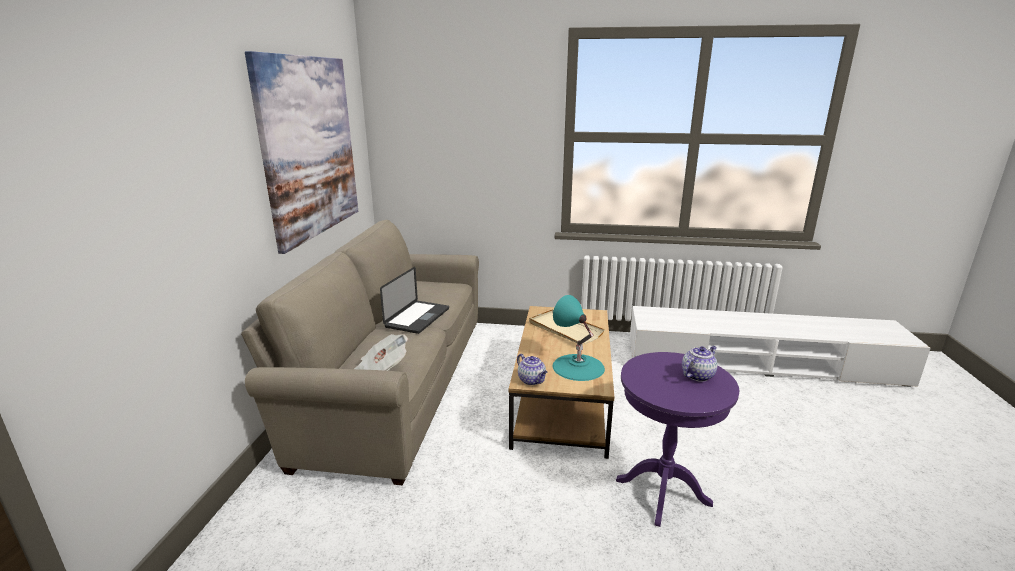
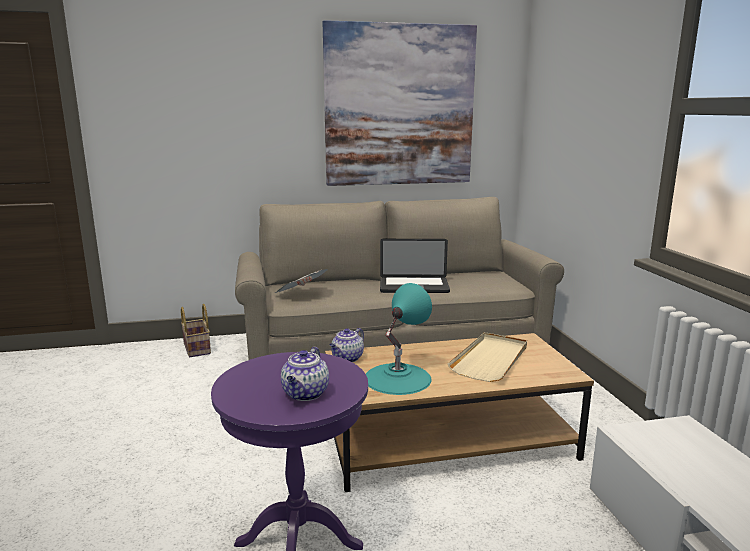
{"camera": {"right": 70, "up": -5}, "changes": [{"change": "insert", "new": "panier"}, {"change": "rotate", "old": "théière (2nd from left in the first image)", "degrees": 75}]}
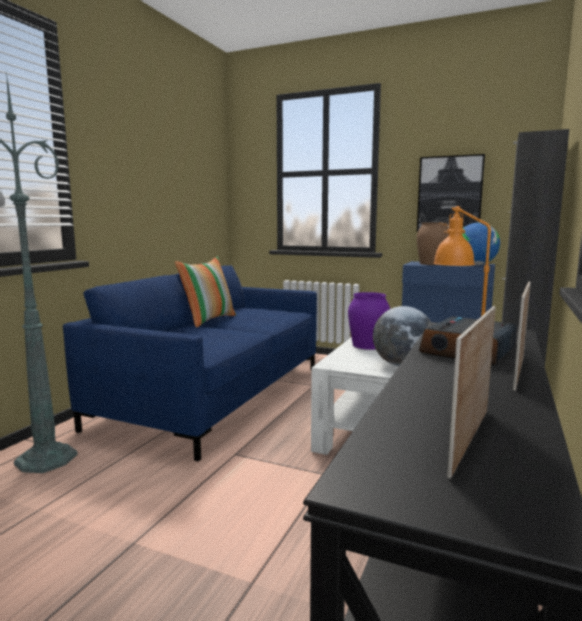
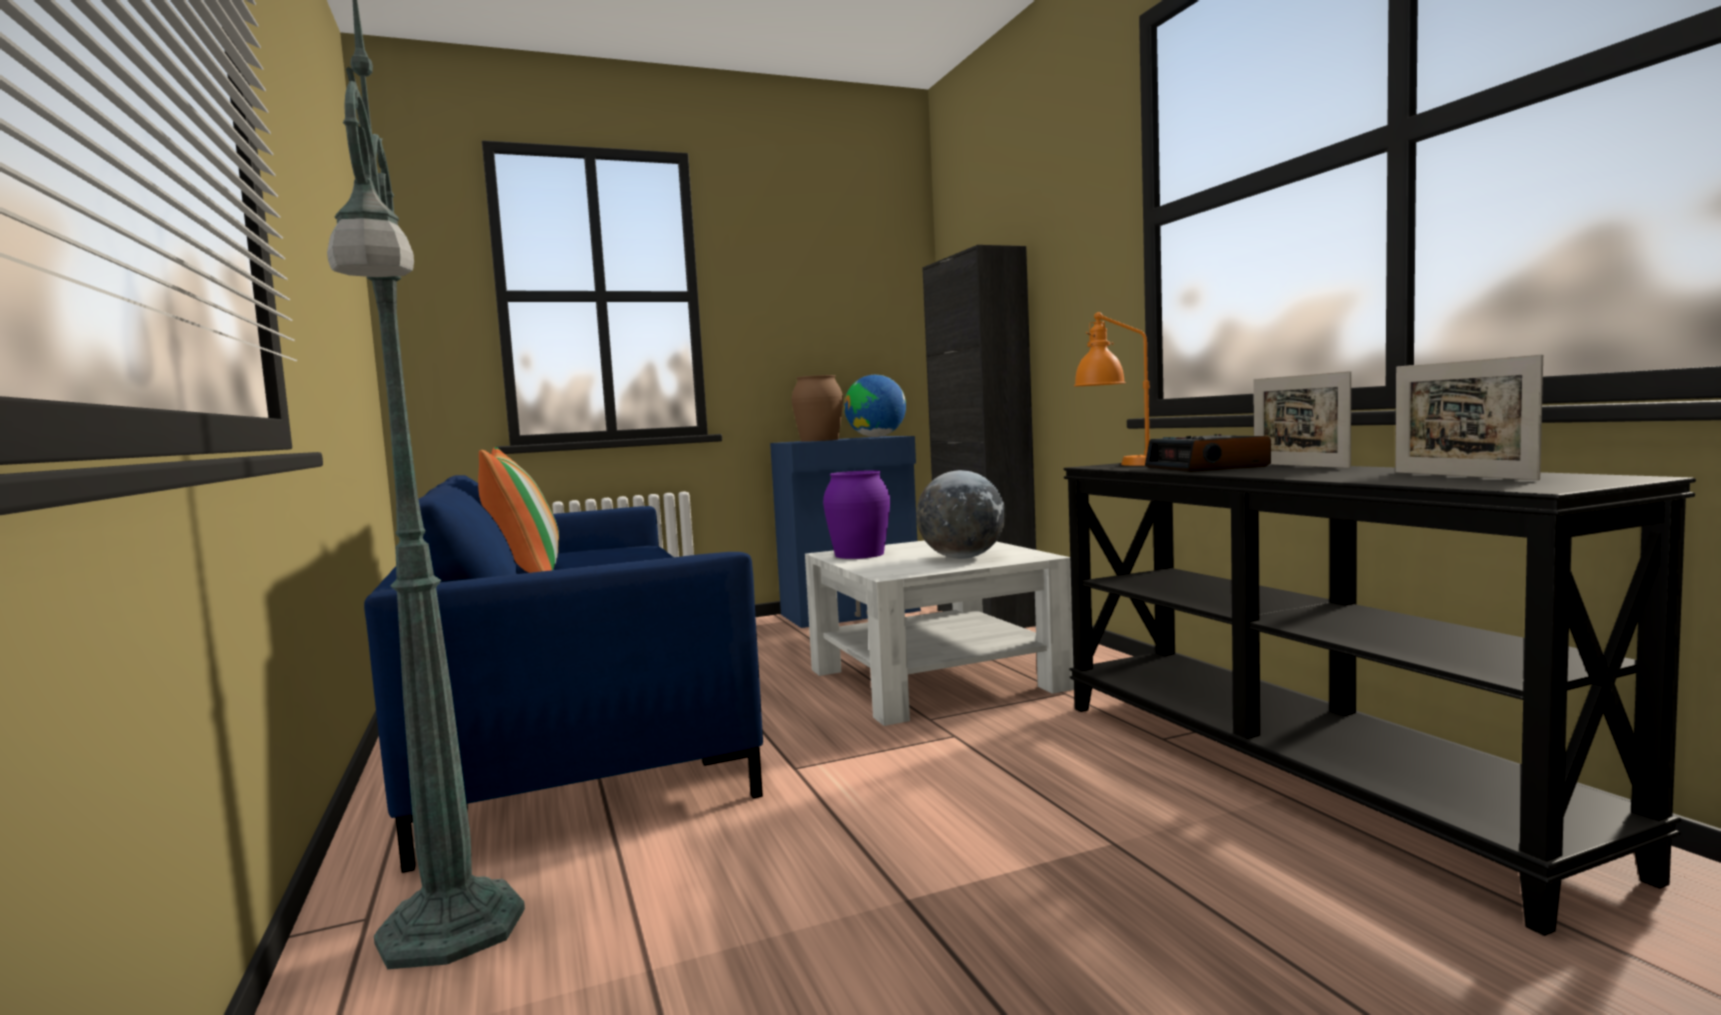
{"camera": {"right": -45, "up": -5}, "changes": [{"change": "delete", "old": "tableau"}]}
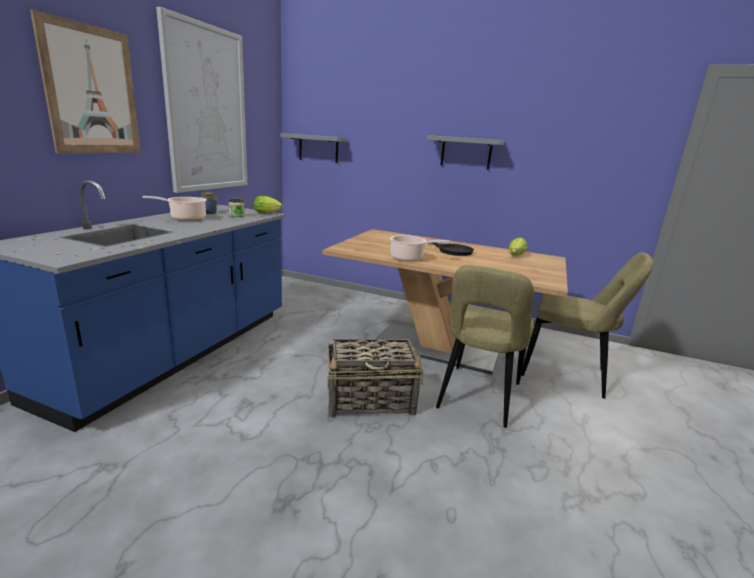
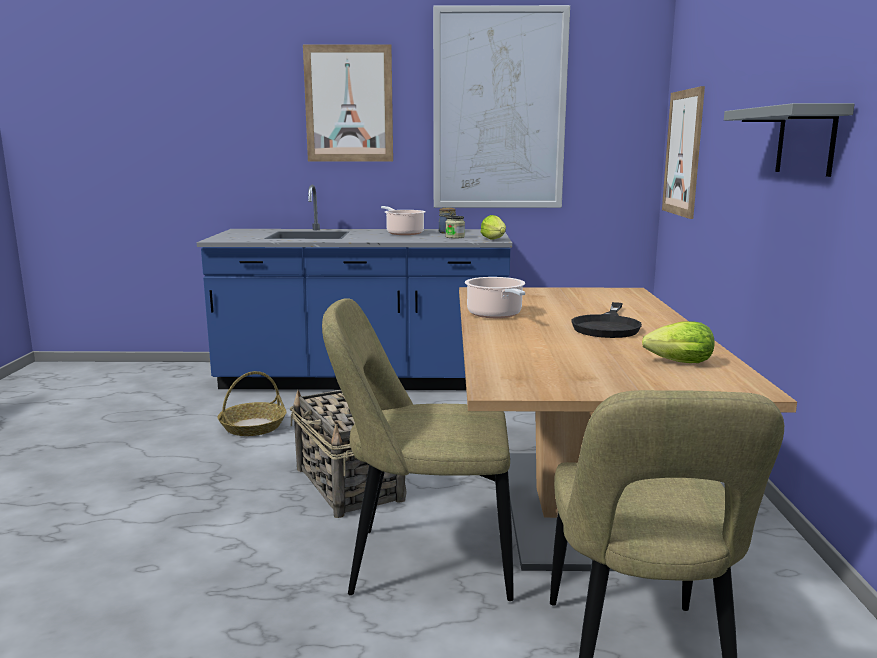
{"camera": {"right": 70, "up": -5}, "changes": [{"change": "insert", "new": "panier (1st from left)"}, {"change": "replace", "old": "étagère [gris] (1st from left)", "new": "tableau (3rd from left)"}]}
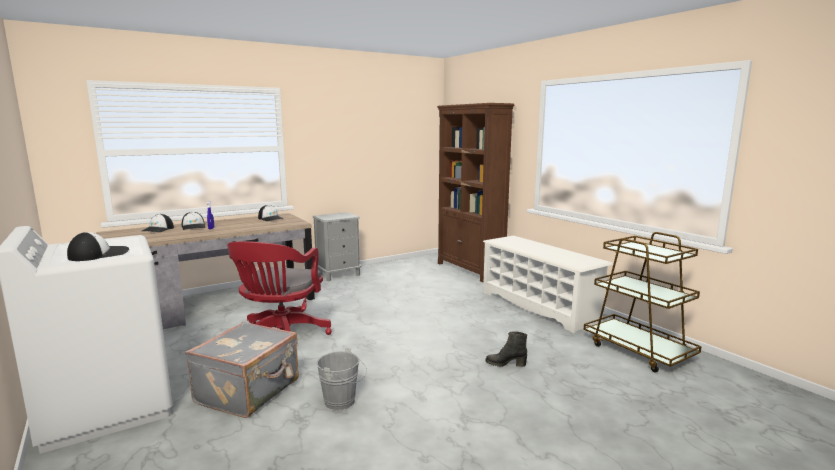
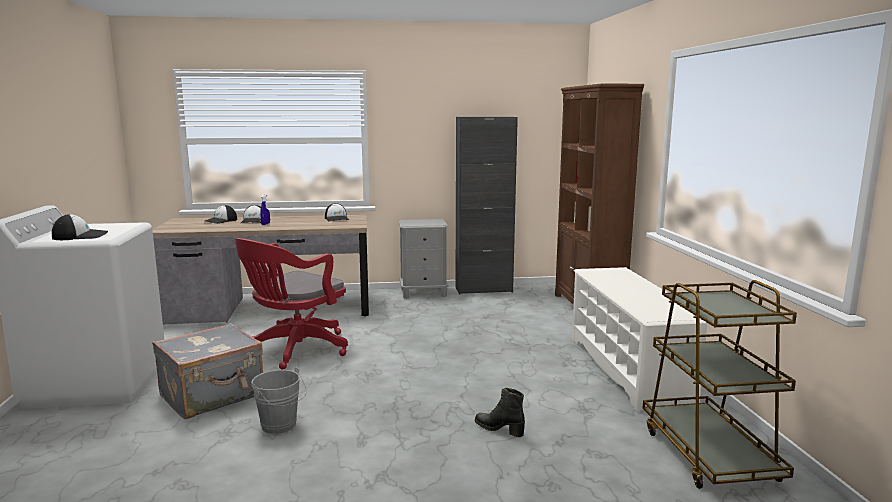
{"camera": {"right": 25, "up": 0}, "changes": [{"change": "insert", "new": "meuble de rangement [noir]"}]}
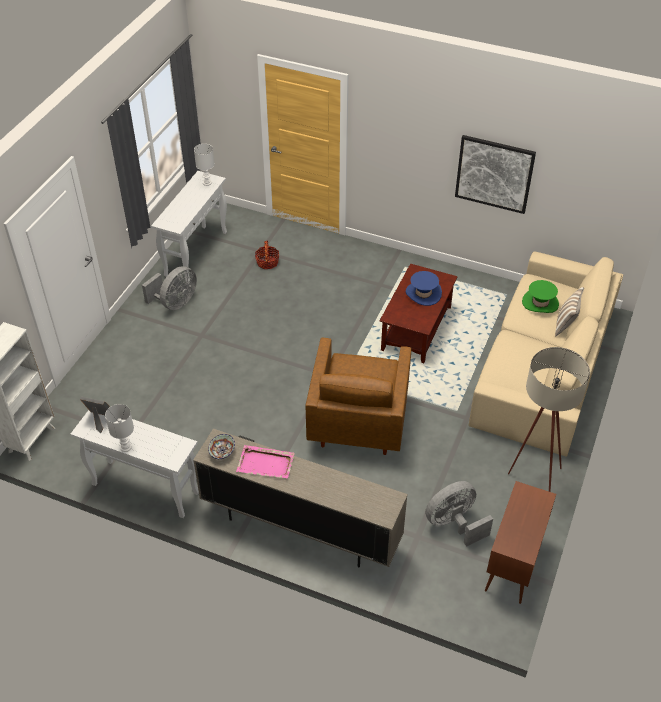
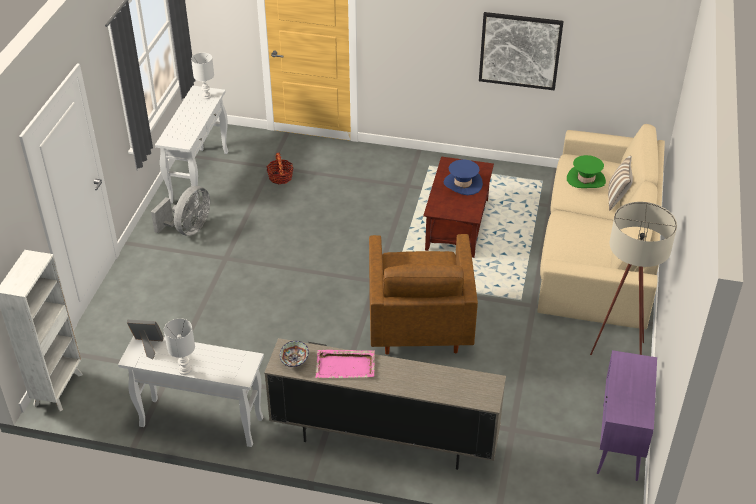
{"camera": {"right": -10, "up": -5}, "changes": [{"change": "delete", "old": "ventilateur [gris] (2nd from left)"}, {"change": "recolor", "old": "meuble de rangement [marron]", "new": "meuble de rangement [violet]"}]}
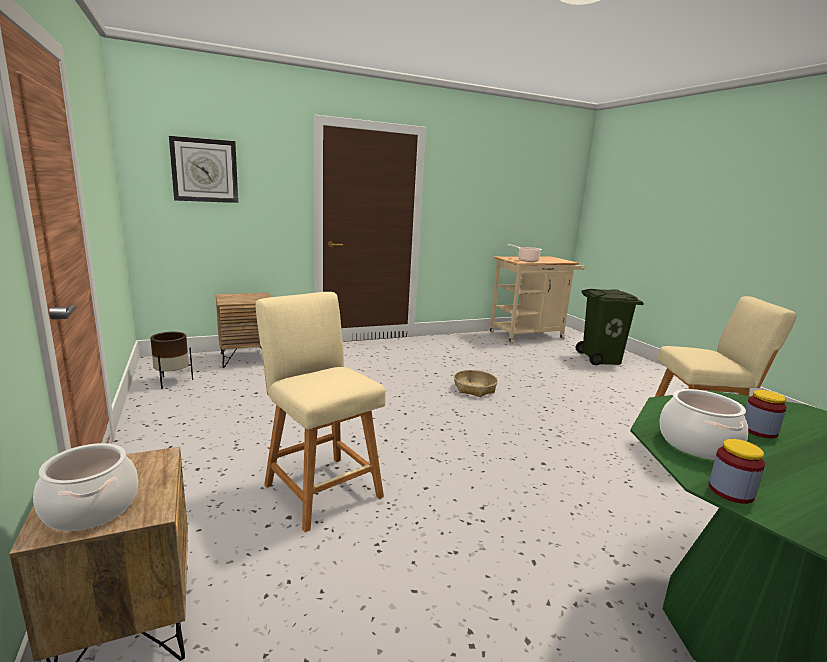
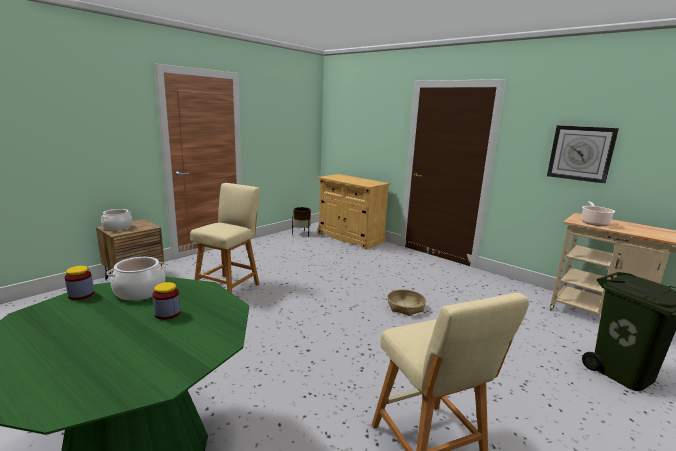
{"camera": {"right": 65, "up": 0}, "changes": [{"change": "move", "old": "horloge murale"}, {"change": "replace", "old": "table de chevet [marron] (2nd from left)", "new": "meuble de rangement [beige]"}]}
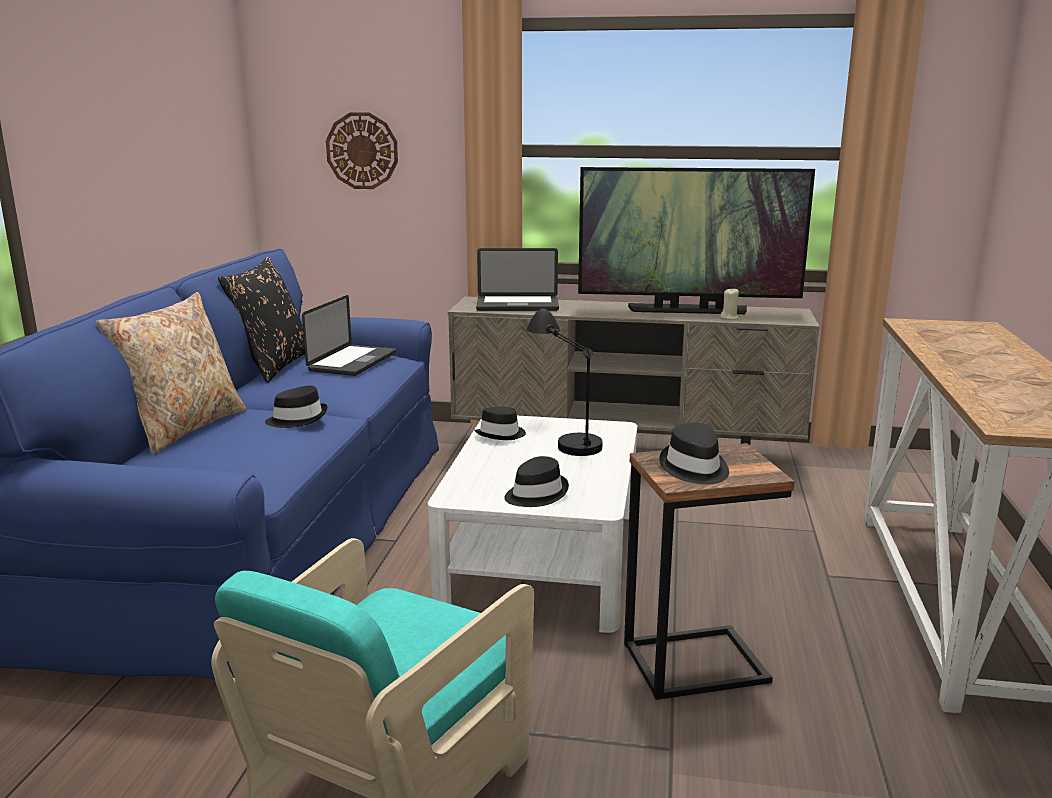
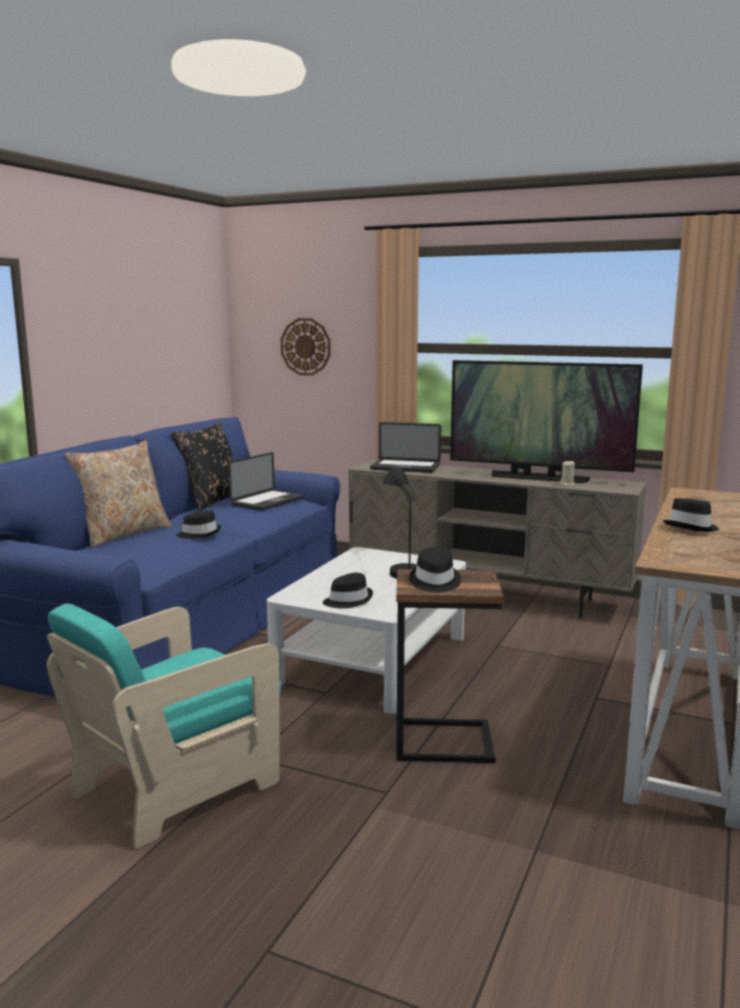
{"camera": {"right": 15, "up": -5}, "changes": [{"change": "move", "old": "chapeau [noir] (2nd from left in the first image)", "new": "chapeau [noir] (4th from left)"}]}
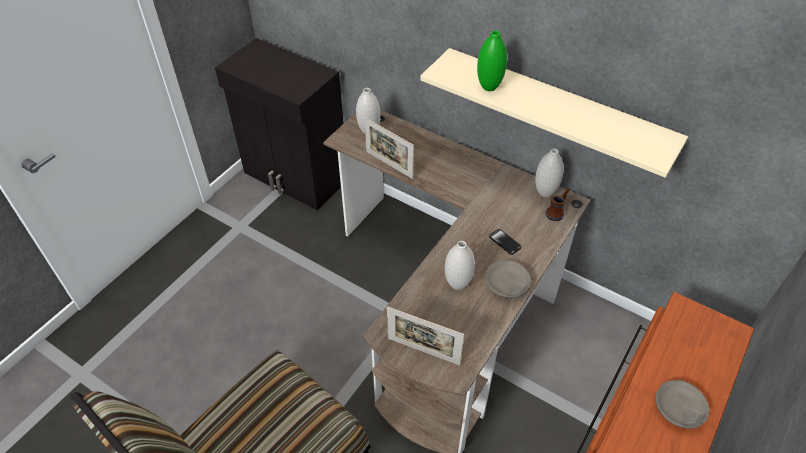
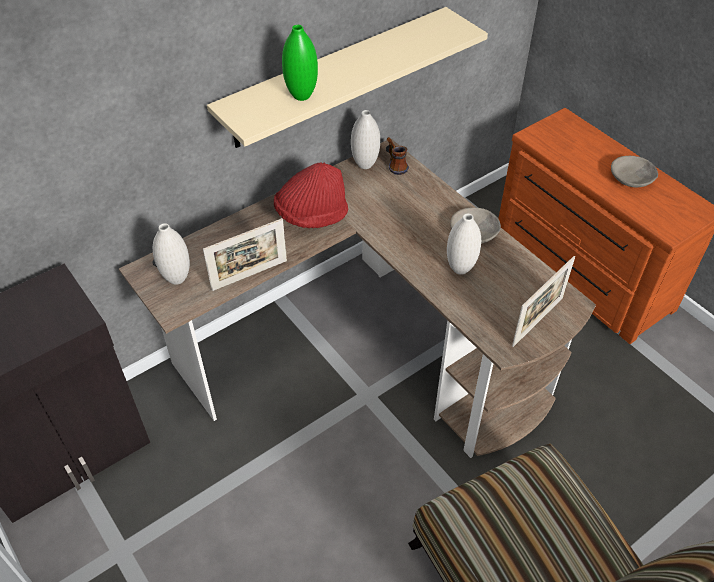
{"camera": {"right": -70, "up": 0}, "changes": [{"change": "delete", "old": "téléphone"}, {"change": "insert", "new": "chapeau [rouge]"}]}
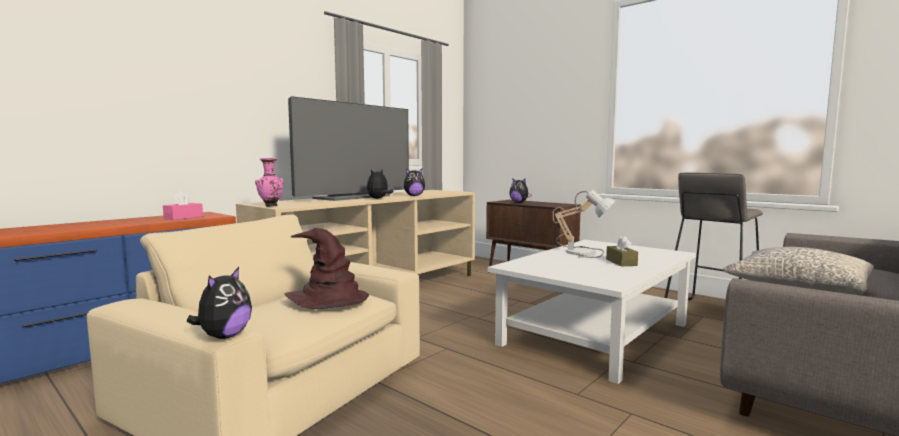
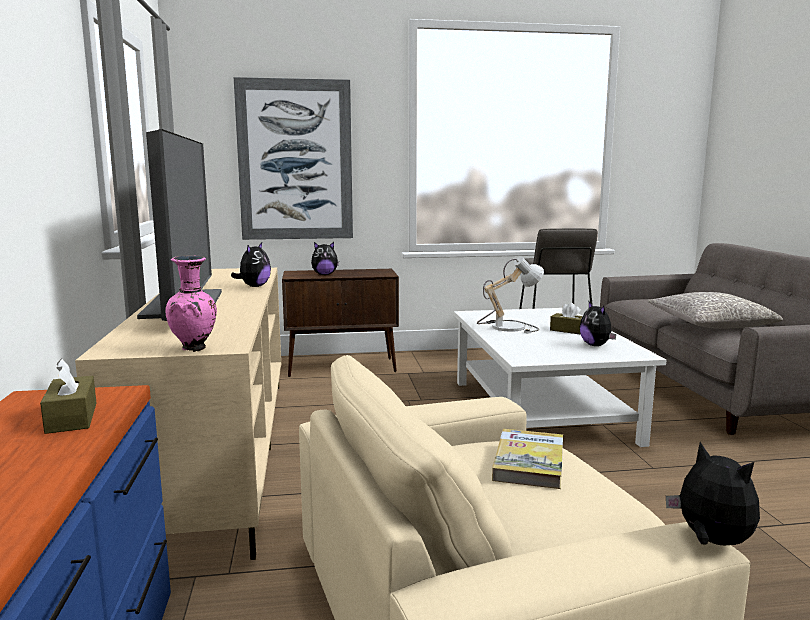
{"camera": {"right": -50, "up": 5}, "changes": [{"change": "insert", "new": "tableau"}, {"change": "move", "old": "peluche (2nd from left in the first image)", "new": "peluche (3rd from left)"}, {"change": "replace", "old": "chapeau [marron]", "new": "livre"}, {"change": "recolor", "old": "boîte à mouchoirs [rose]", "new": "boîte à mouchoirs [marron] (1st from left)"}]}
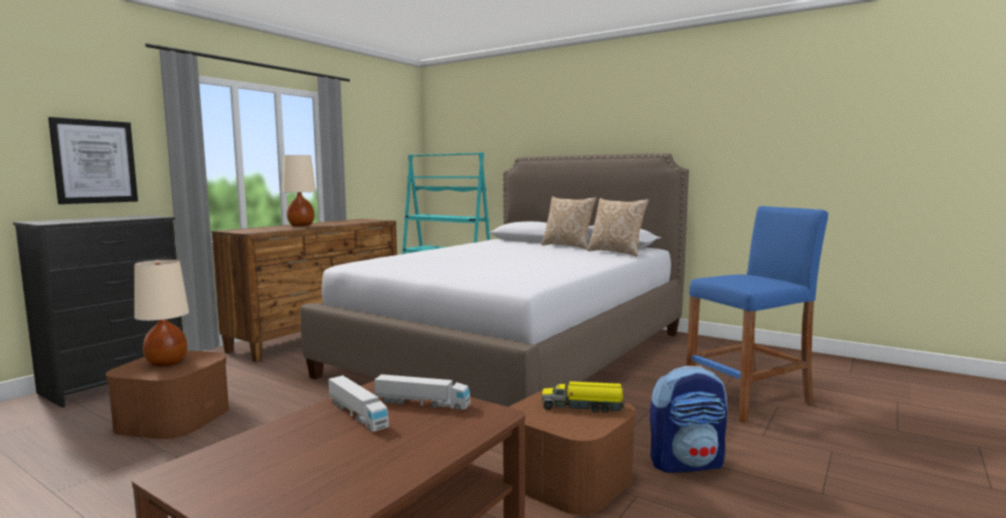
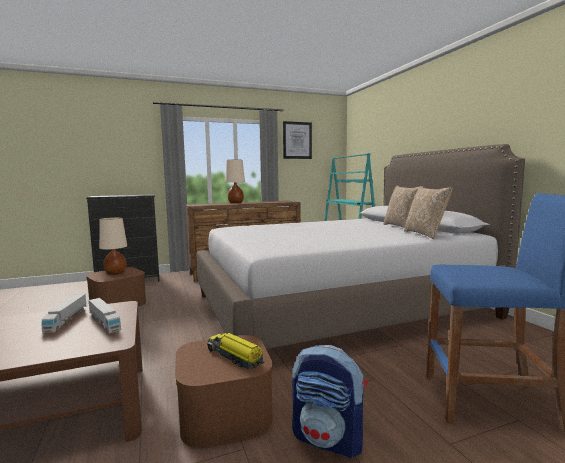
{"camera": {"right": 35, "up": 0}, "changes": [{"change": "move", "old": "tableau"}]}
